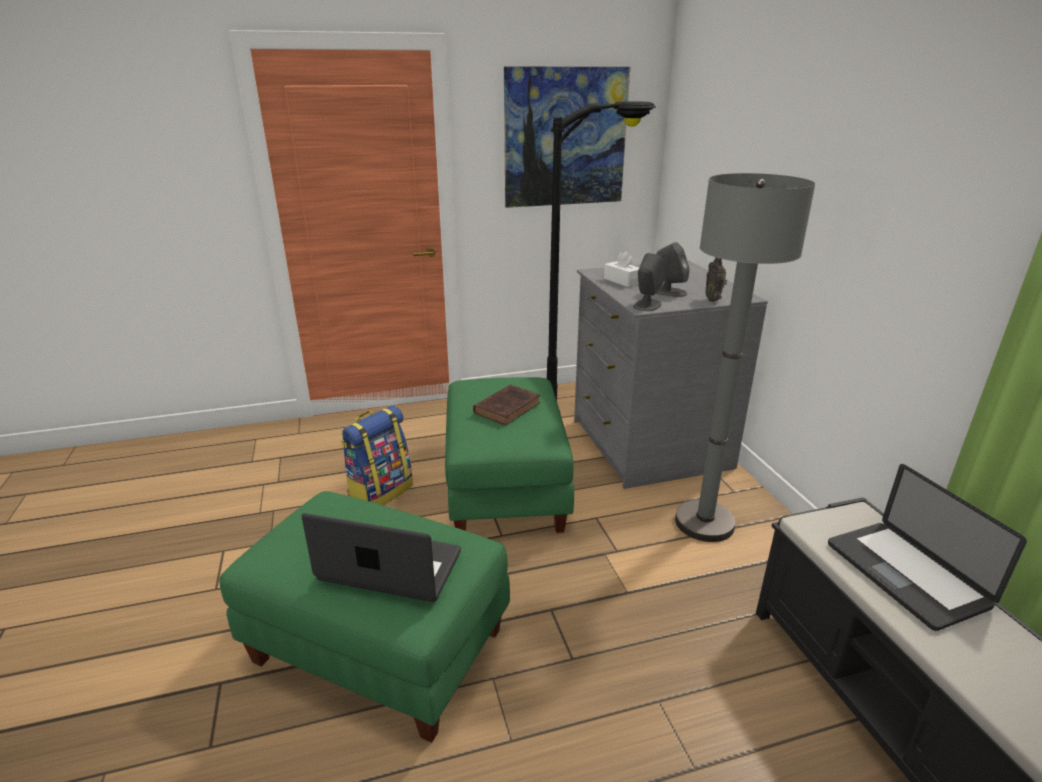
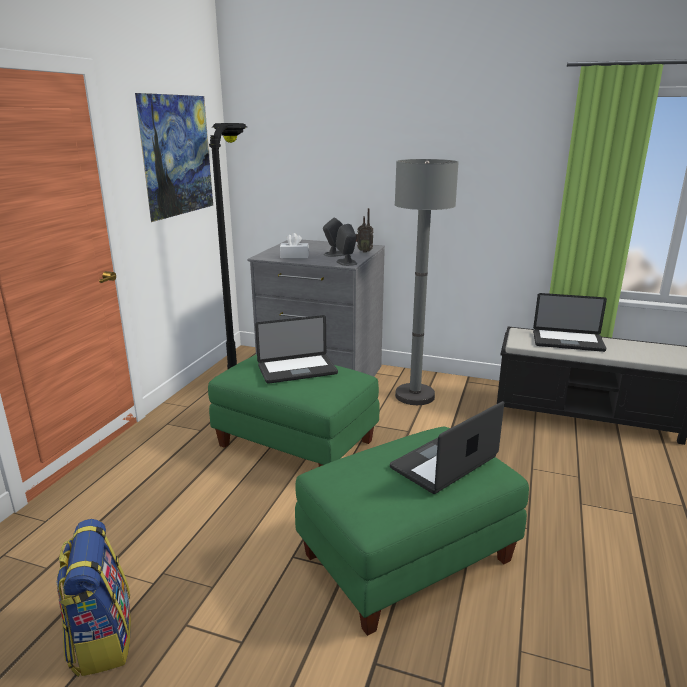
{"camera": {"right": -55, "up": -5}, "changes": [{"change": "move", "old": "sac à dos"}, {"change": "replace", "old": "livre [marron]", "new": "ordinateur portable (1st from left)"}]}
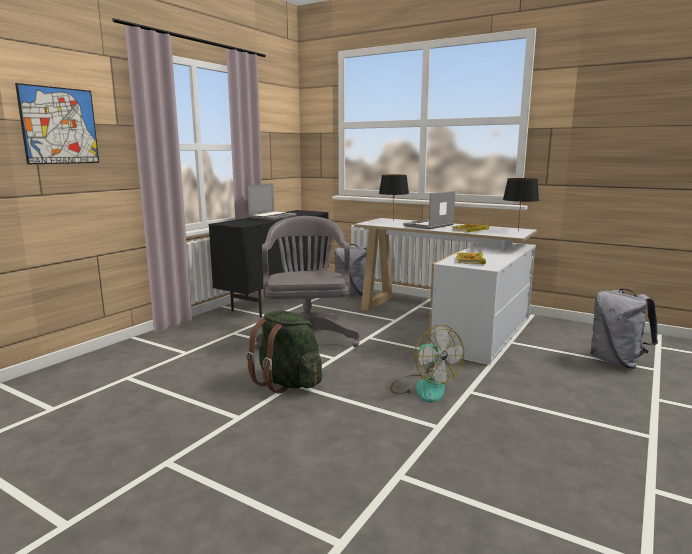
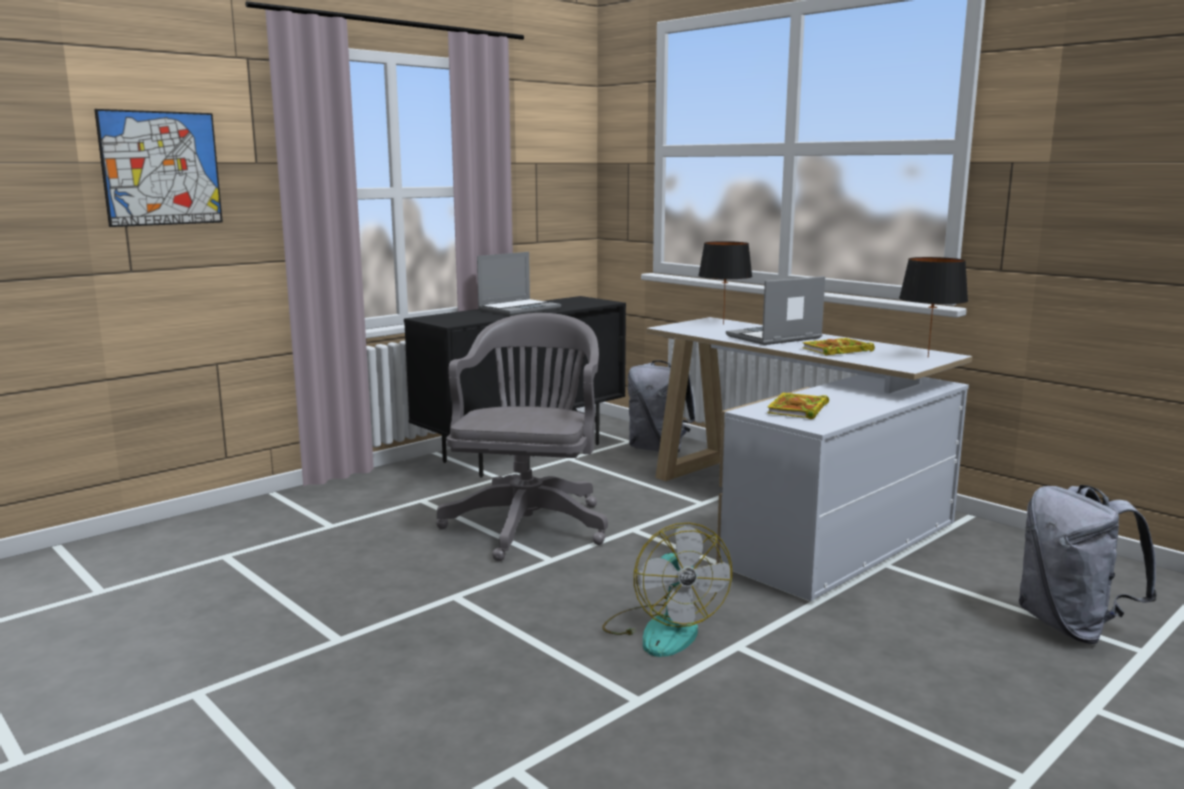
{"camera": {"right": 15, "up": 0}, "changes": [{"change": "delete", "old": "sac à dos [vert]"}]}
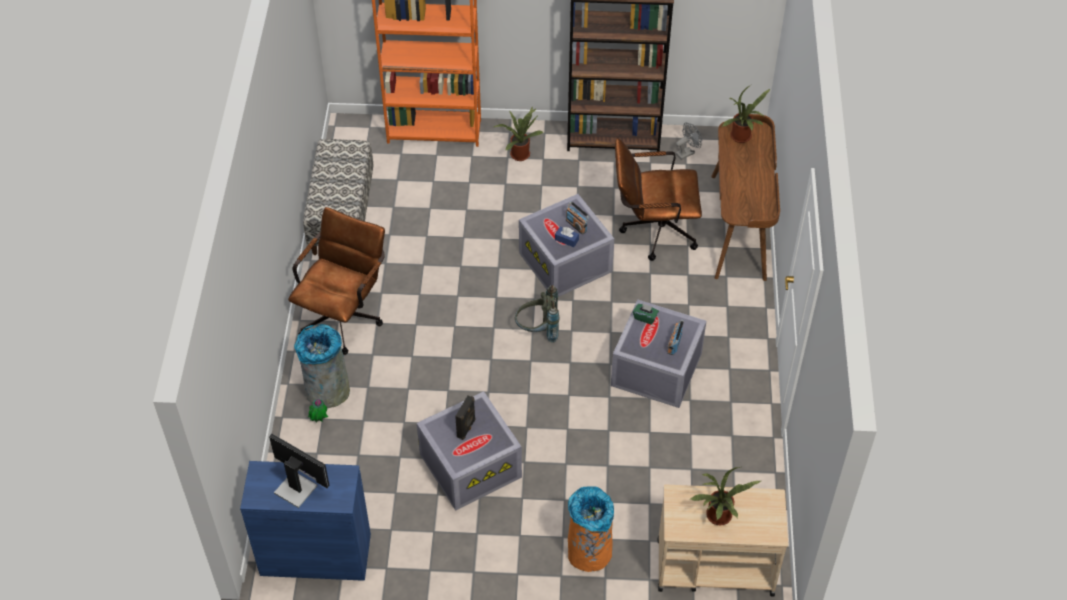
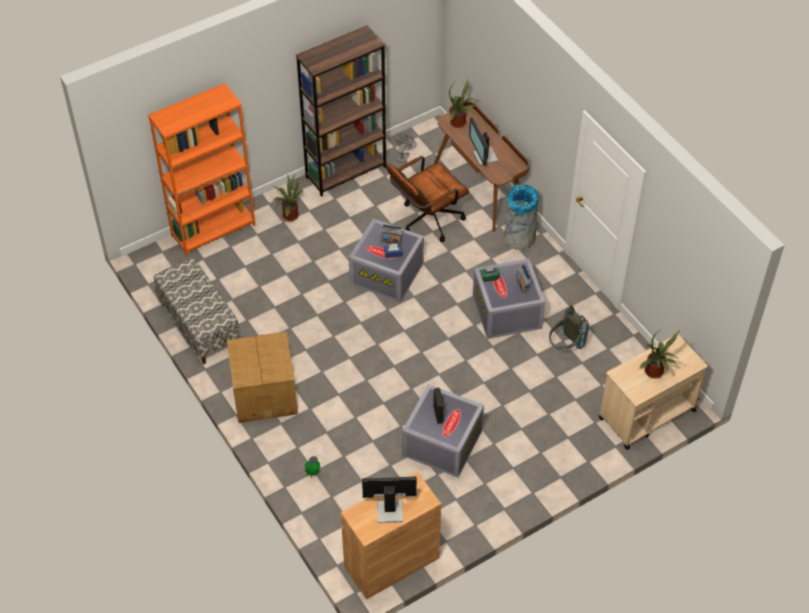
{"camera": {"right": -35, "up": 0}, "changes": [{"change": "delete", "old": "poubelle [orange]"}, {"change": "insert", "new": "écran d'ordinateur (2nd from left)"}, {"change": "move", "old": "poubelle [gris]"}, {"change": "move", "old": "sac à dos [gris]"}, {"change": "replace", "old": "chaise de bureau [marron] (1st from left)", "new": "carton"}, {"change": "recolor", "old": "meuble de rangement [bleu]", "new": "meuble de rangement [marron]"}]}
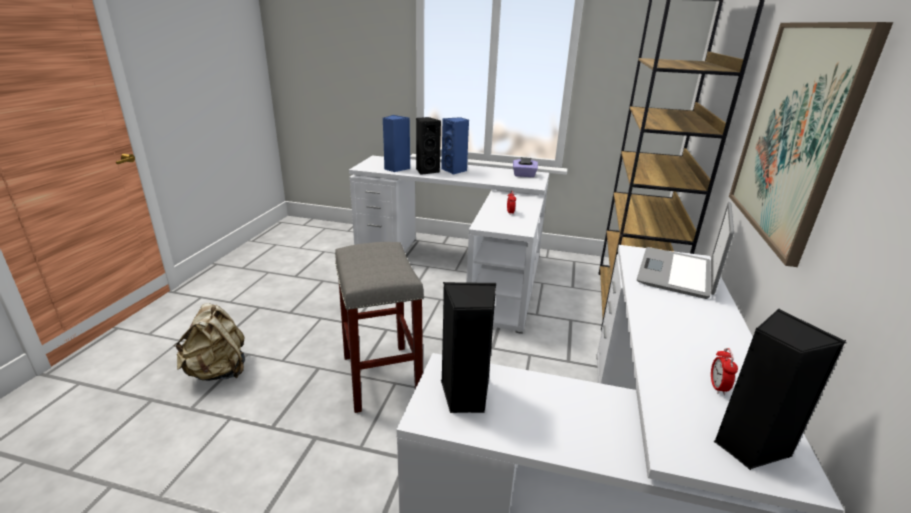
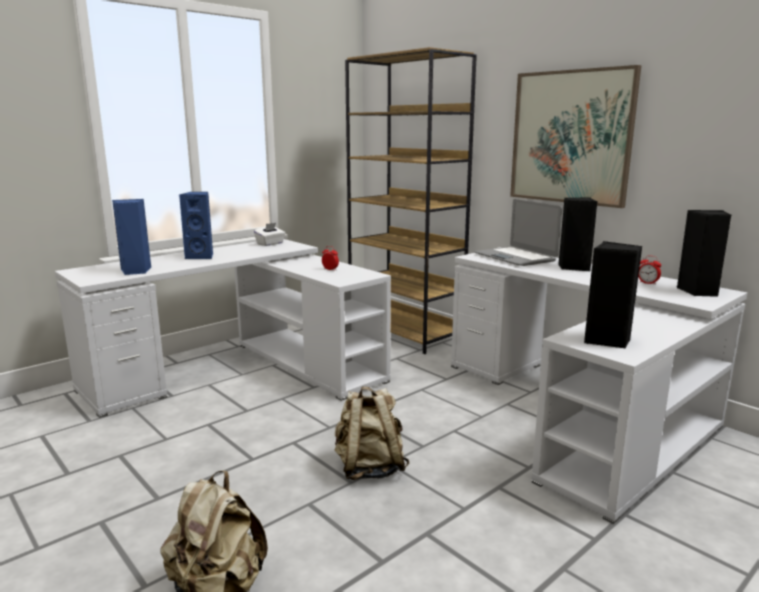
{"camera": {"right": -55, "up": -10}, "changes": [{"change": "move", "old": "enceinte [noir] (1st from left)"}, {"change": "replace", "old": "tabouret [gris]", "new": "sac à dos [beige] (2nd from left)"}, {"change": "recolor", "old": "boîte à mouchoirs [violet]", "new": "boîte à mouchoirs [blanc]"}]}
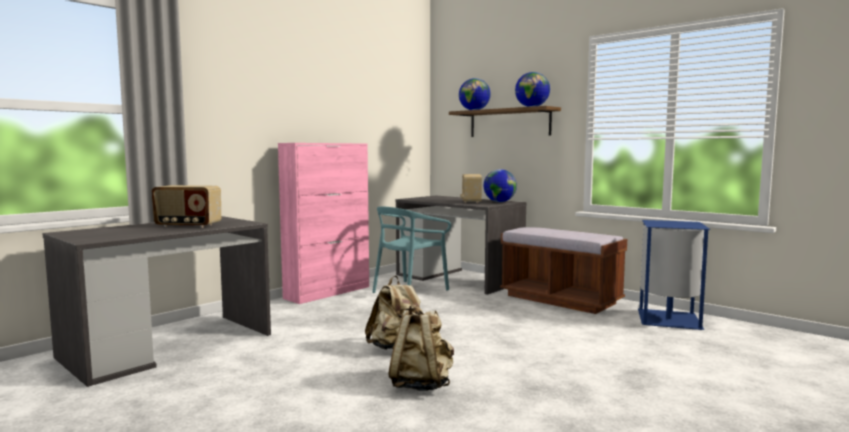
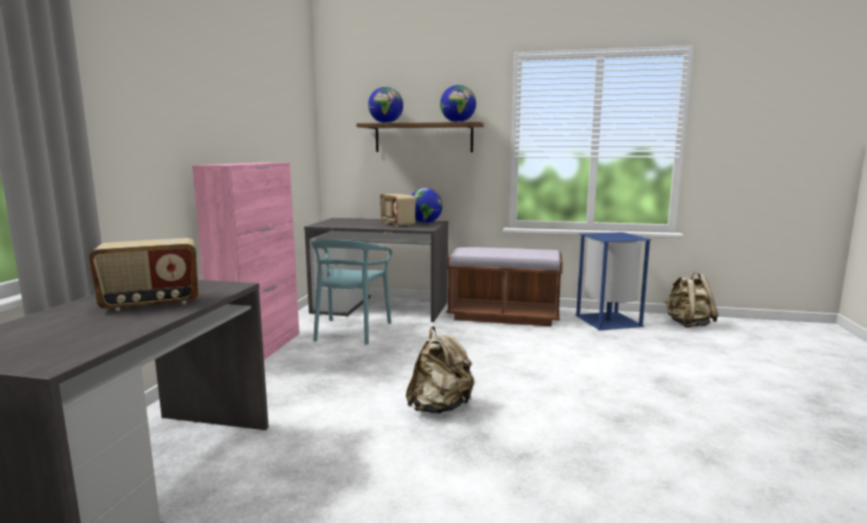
{"camera": {"right": -30, "up": 5}, "changes": [{"change": "move", "old": "sac à dos [beige] (2nd from left)"}]}
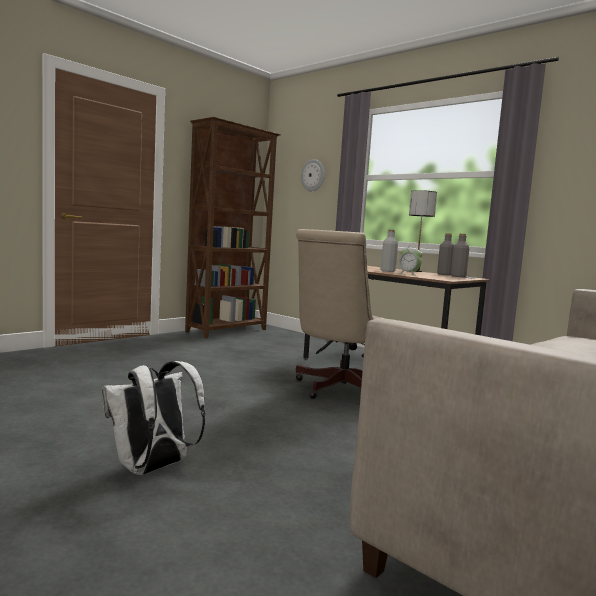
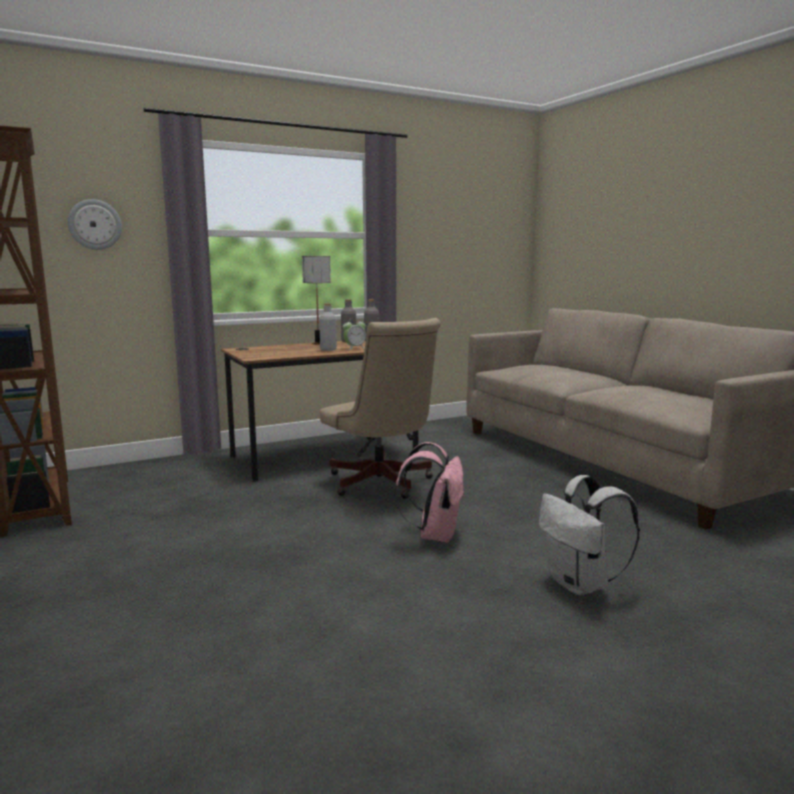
{"camera": {"right": -70, "up": 5}, "changes": [{"change": "insert", "new": "sac à dos [rose]"}]}
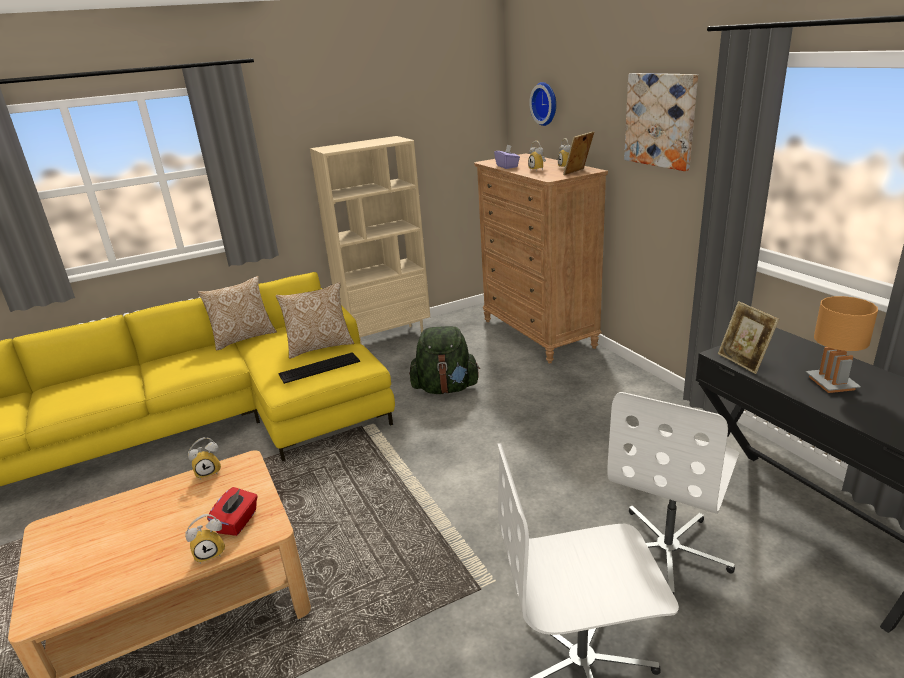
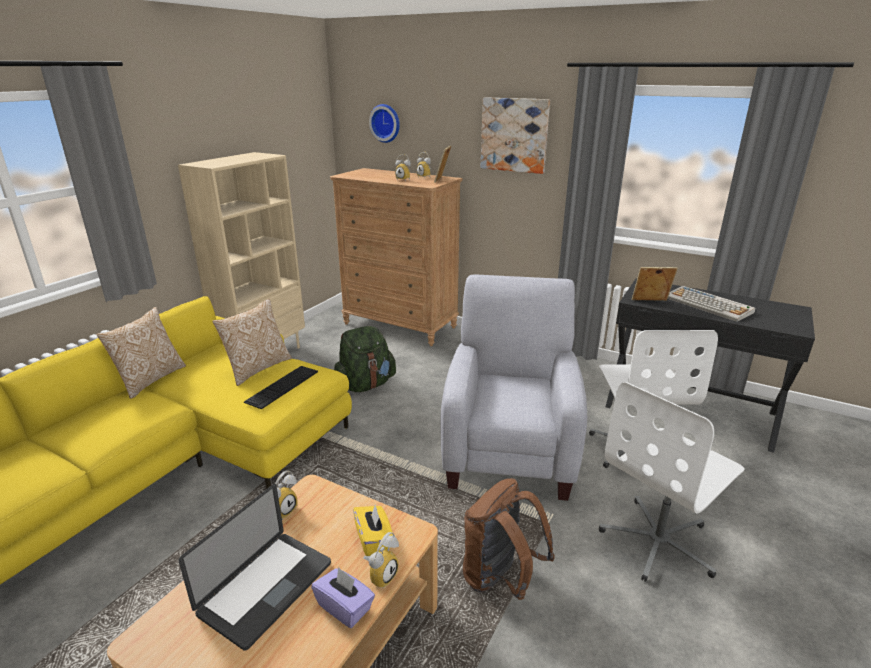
{"camera": {"right": -35, "up": 0}, "changes": [{"change": "insert", "new": "ordinateur portable"}, {"change": "insert", "new": "fauteuil [gris]"}, {"change": "insert", "new": "sac à dos [marron]"}, {"change": "move", "old": "boîte à mouchoirs [violet]"}, {"change": "replace", "old": "lampe de table [marron]", "new": "clavier (2nd from left)"}, {"change": "recolor", "old": "boîte à mouchoirs [rouge]", "new": "boîte à mouchoirs [jaune]"}, {"change": "rotate", "old": "cadre photo (2nd from left)", "degrees": 150}]}
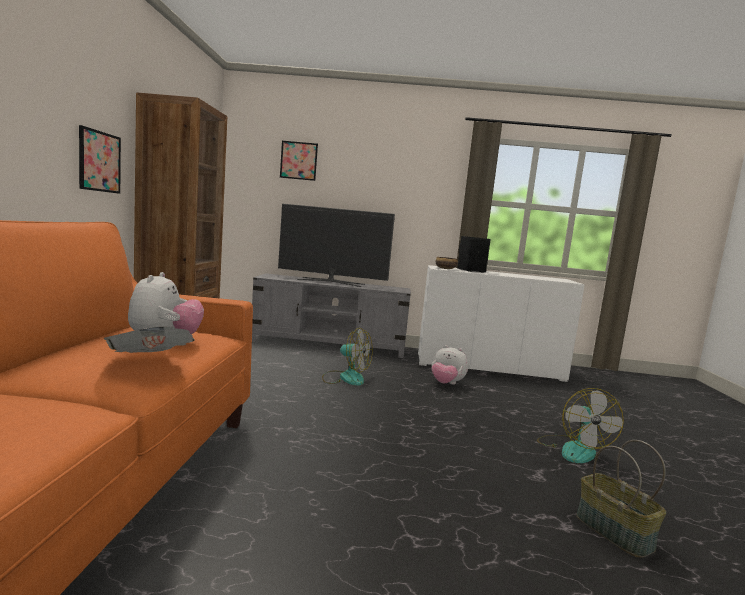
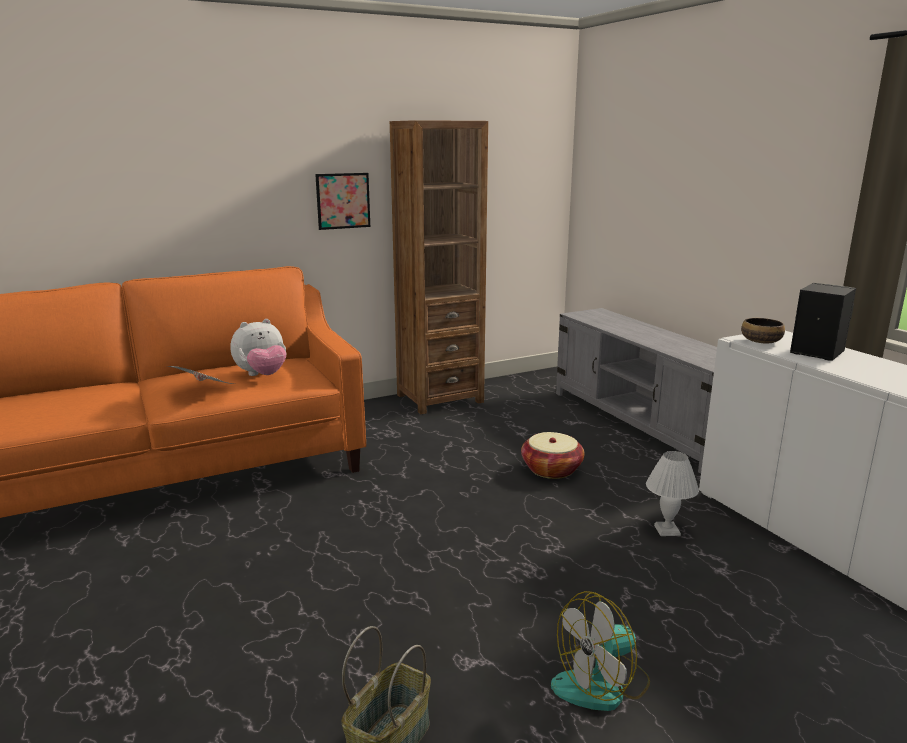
{"camera": {"right": 60, "up": 10}, "changes": [{"change": "delete", "old": "téléviseur"}, {"change": "delete", "old": "tableau (2nd from left)"}, {"change": "replace", "old": "ventilateur (1st from left)", "new": "panier (2nd from left)"}, {"change": "replace", "old": "peluche (2nd from left)", "new": "lampe de table [blanc]"}]}
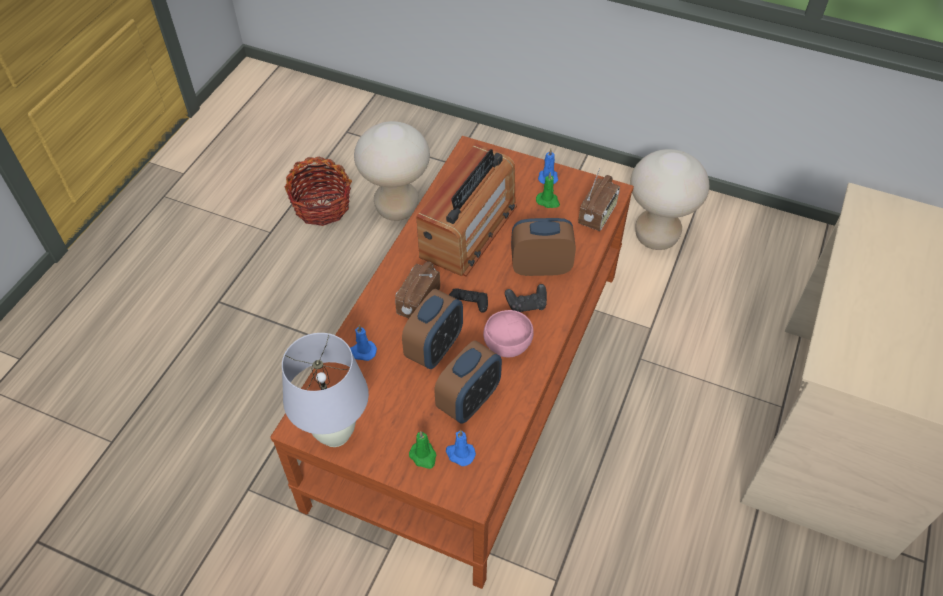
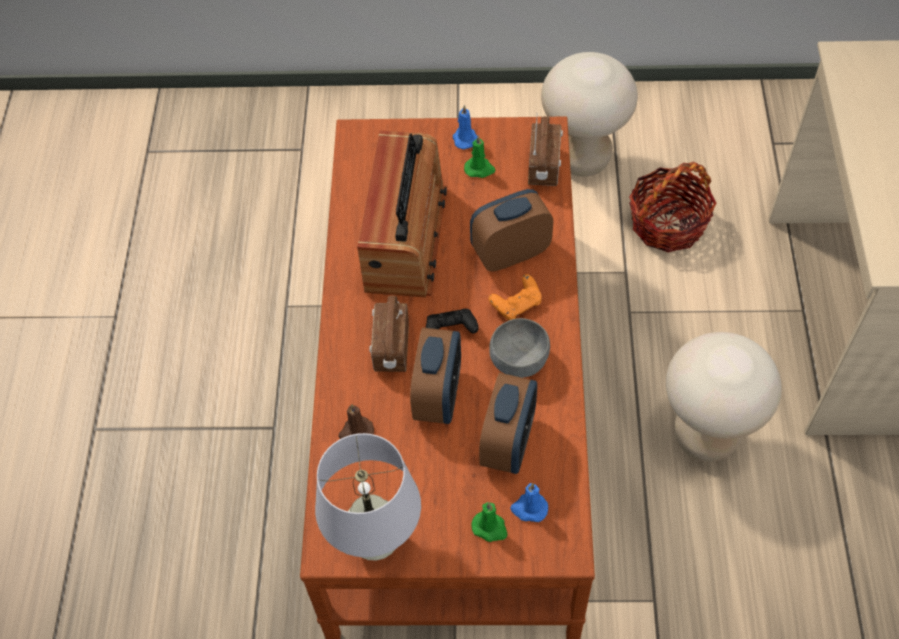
{"camera": {"right": -20, "up": 5}, "changes": [{"change": "move", "old": "panier"}, {"change": "move", "old": "tabouret [beige] (1st from left in the first image)", "new": "tabouret [beige] (2nd from left)"}, {"change": "recolor", "old": "bougie [bleu] (1st from left)", "new": "bougie [marron]"}, {"change": "recolor", "old": "bol [rose]", "new": "bol [gris]"}, {"change": "recolor", "old": "manette [noir] (2nd from left)", "new": "manette [orange]"}]}
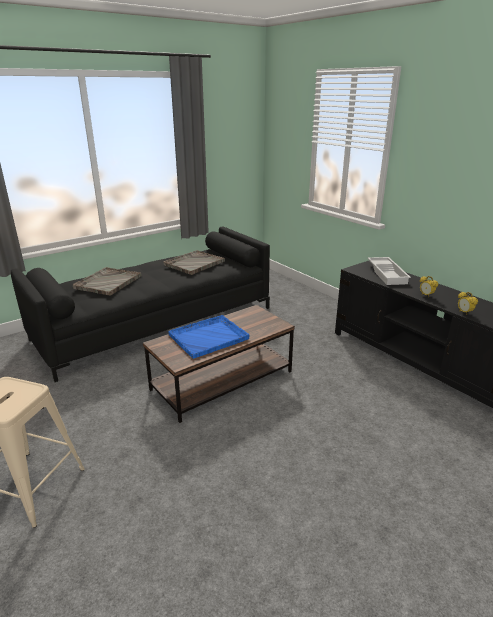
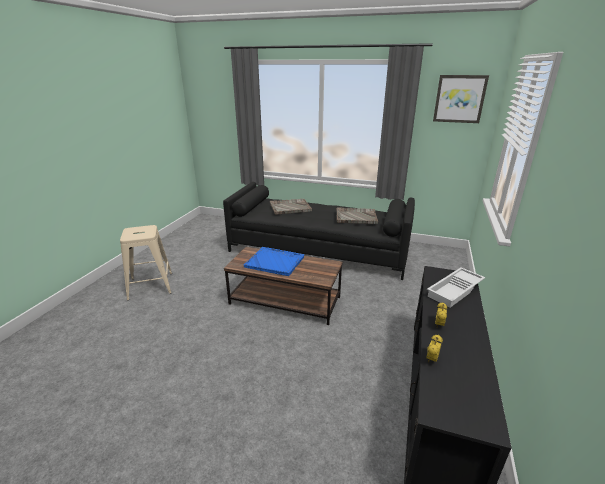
{"camera": {"right": 55, "up": 0}, "changes": [{"change": "insert", "new": "tableau"}]}
